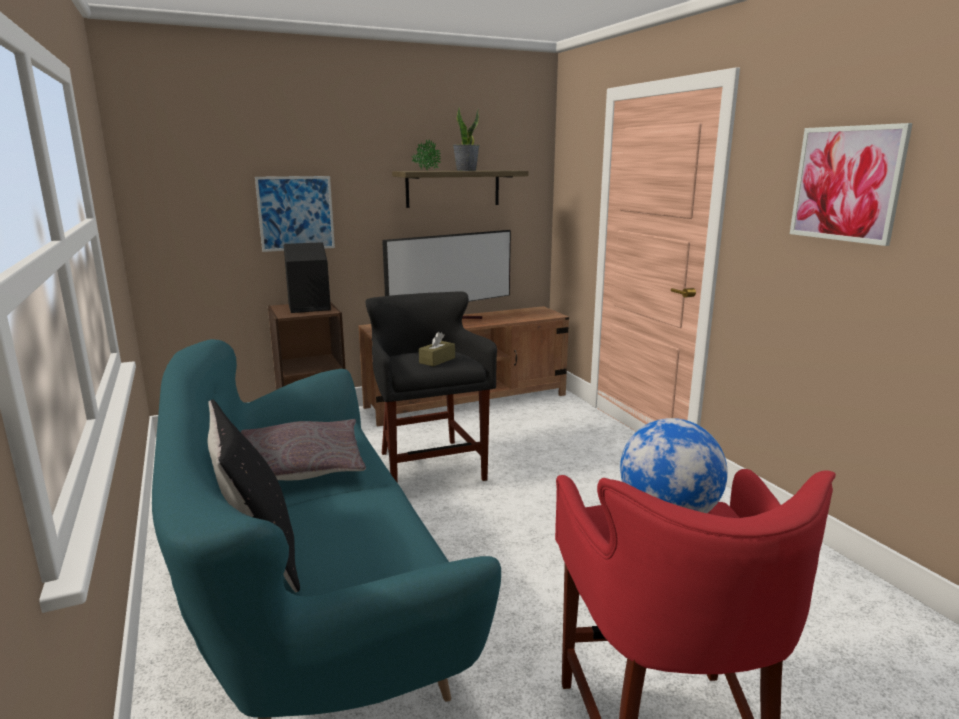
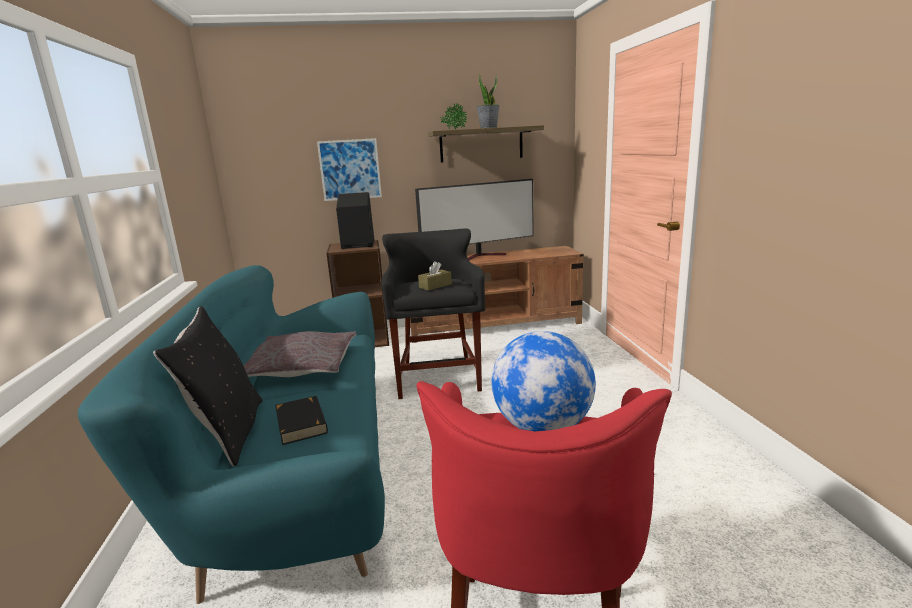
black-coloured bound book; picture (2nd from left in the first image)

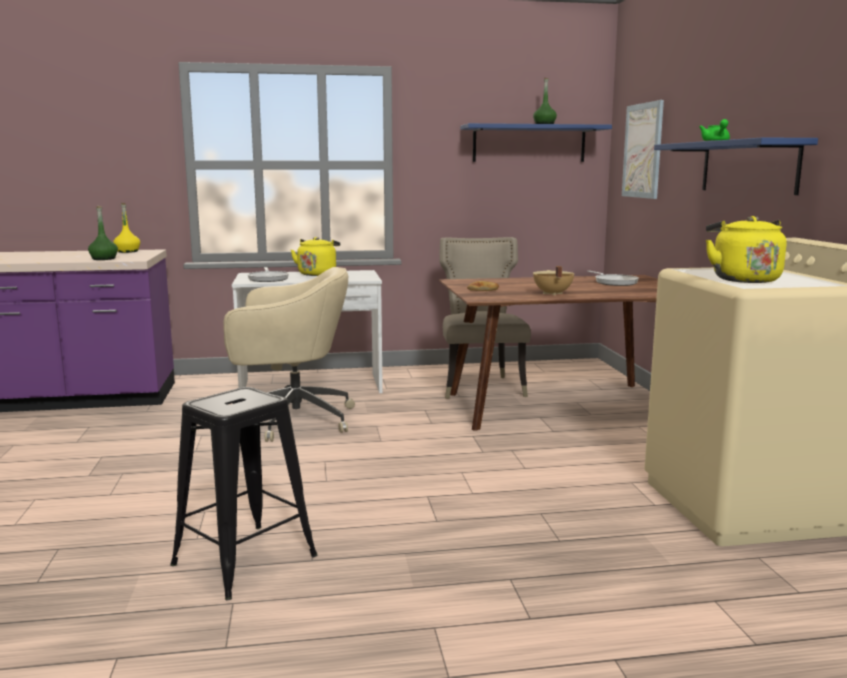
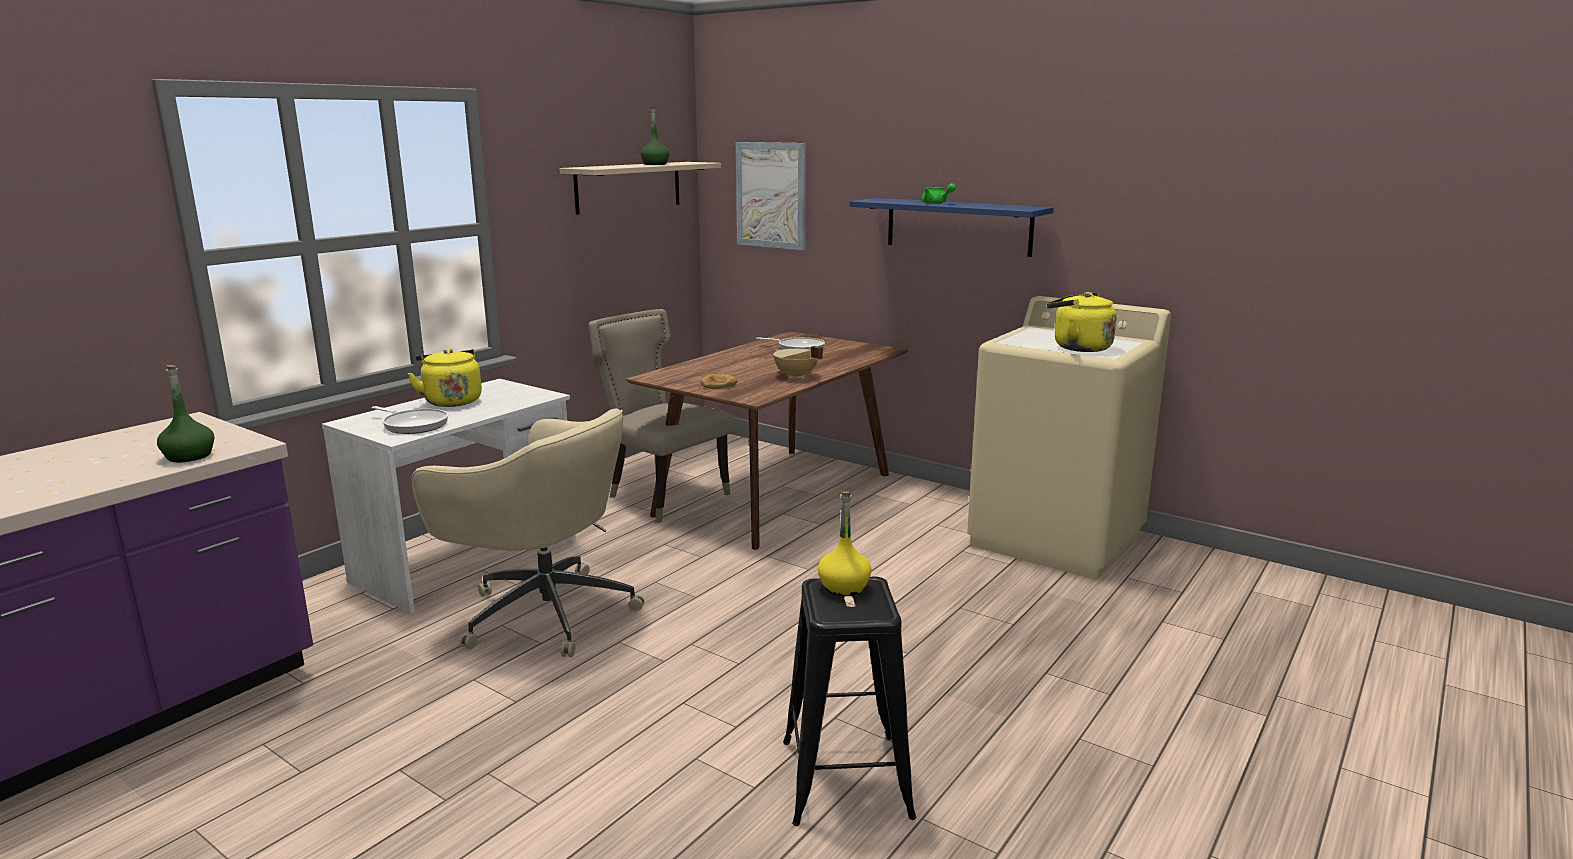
beige office chair; beige wall shelf; yellow-coloured beverage bottle

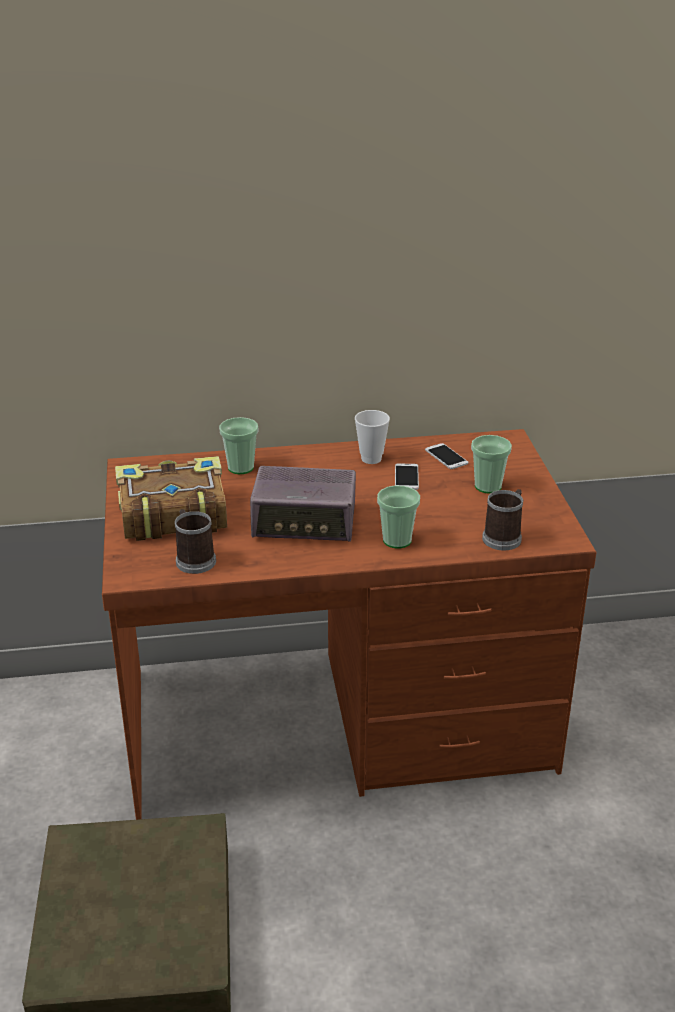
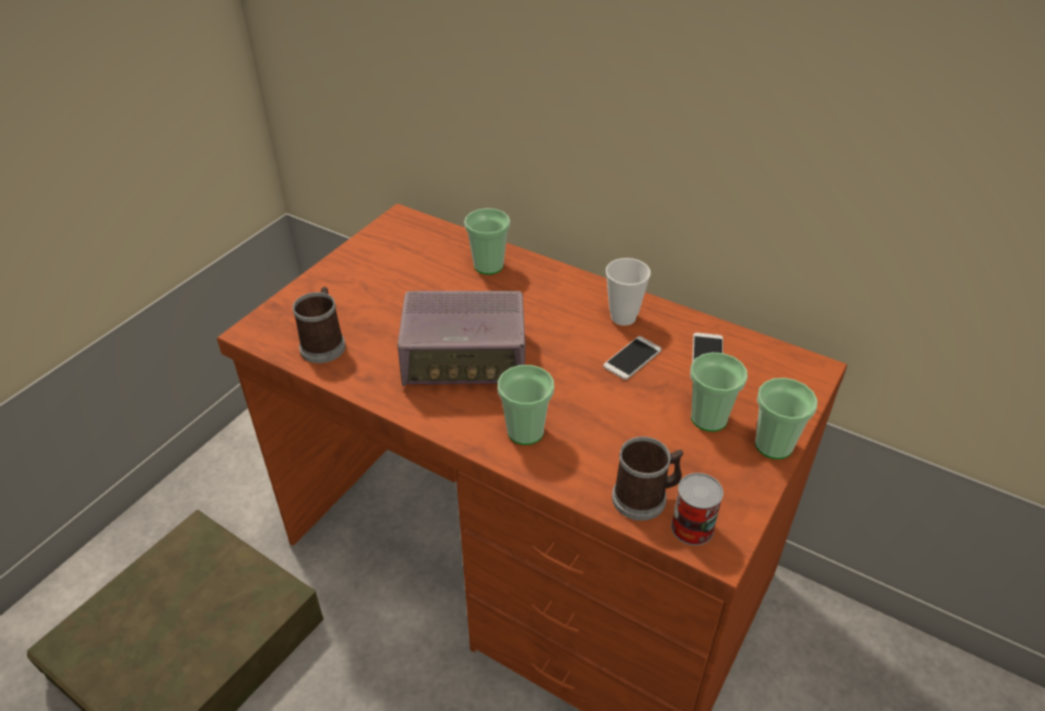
radio receiver; metal can; cup (5th from left); bound book

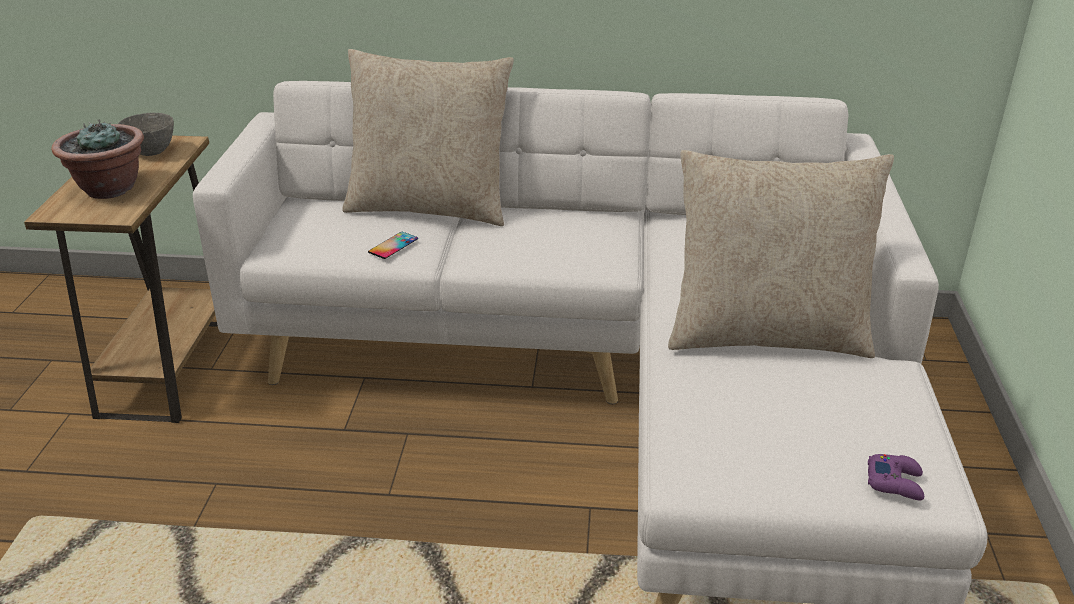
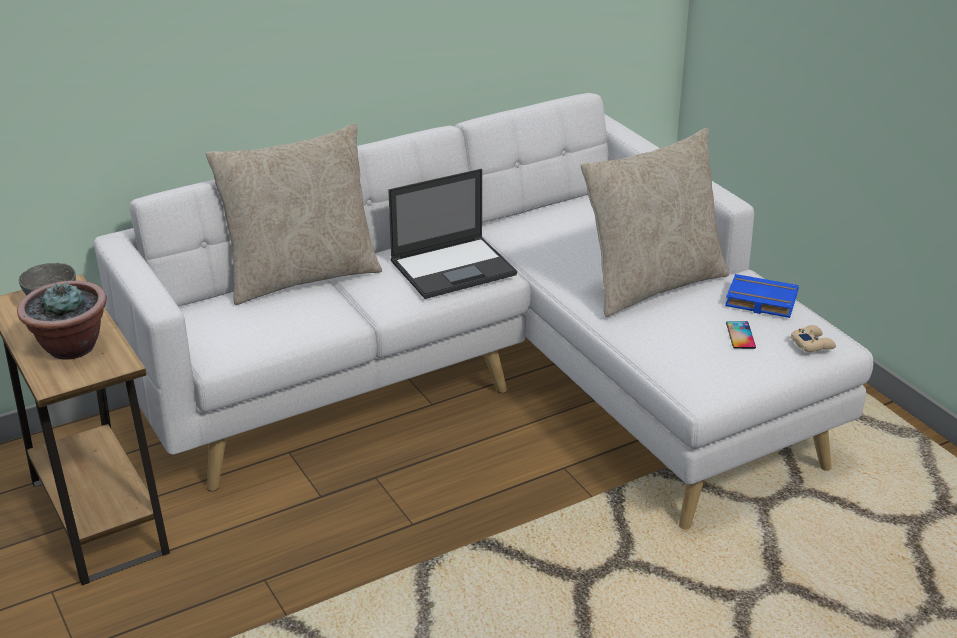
laptop; blue-coloured bound book; telephone; beige game controller

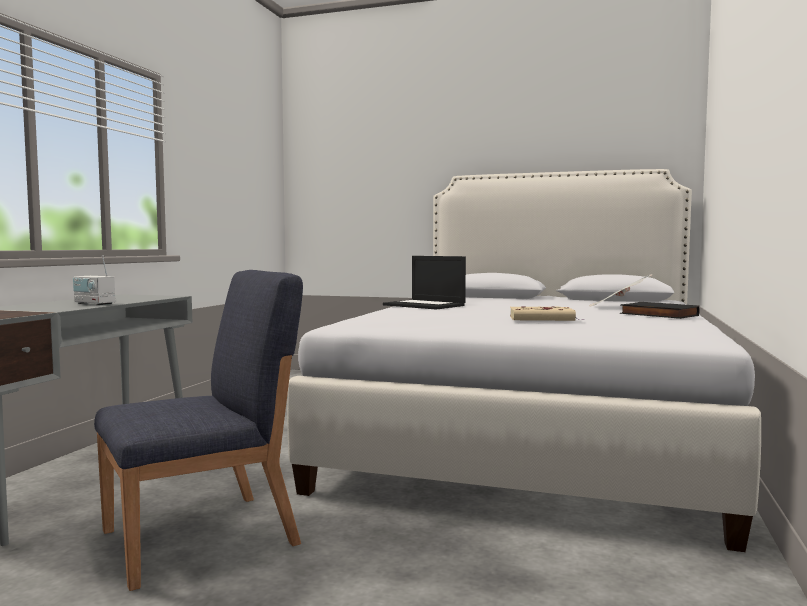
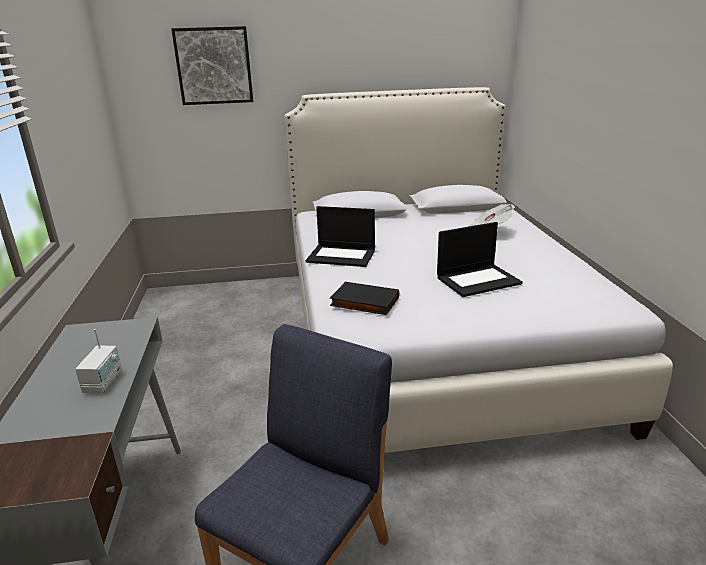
radio receiver; picture; black-coloured bound book; laptop (2nd from left)

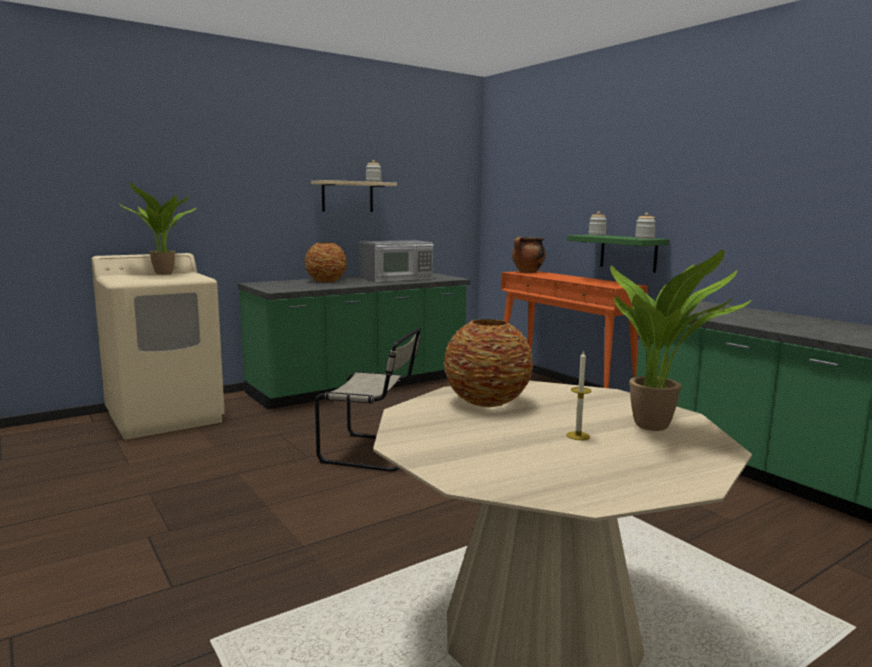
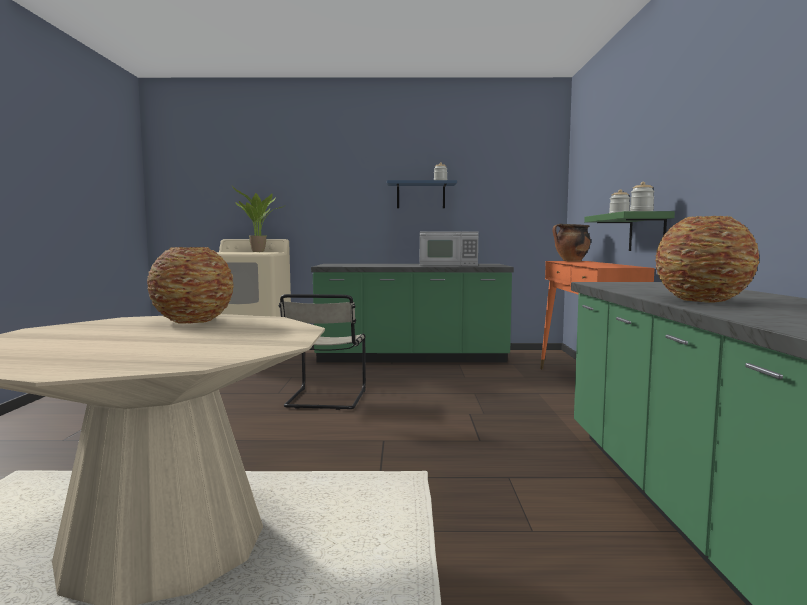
beige upright chair; blue-coloured wall shelf; flower vase (2nd from left); wax light; houseplant (2nd from left in the first image)

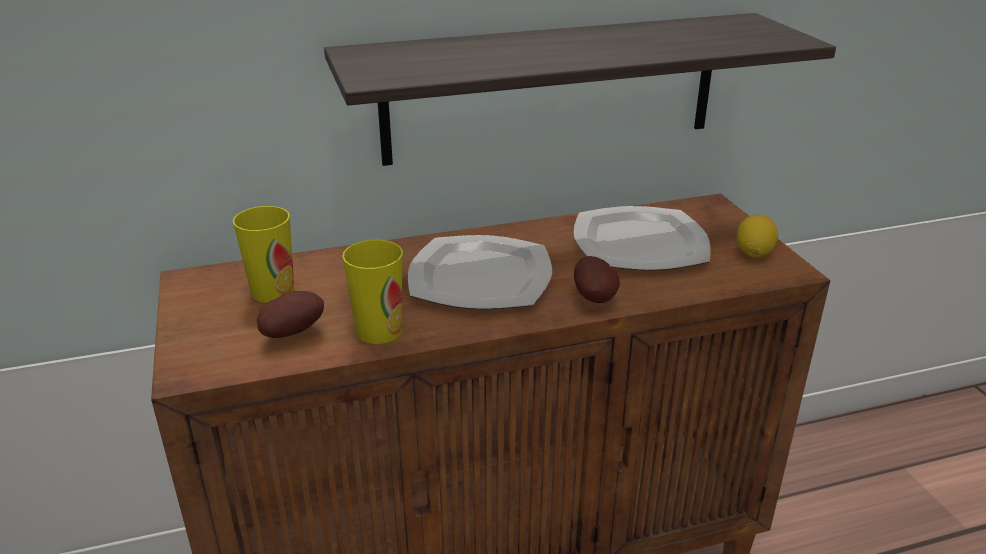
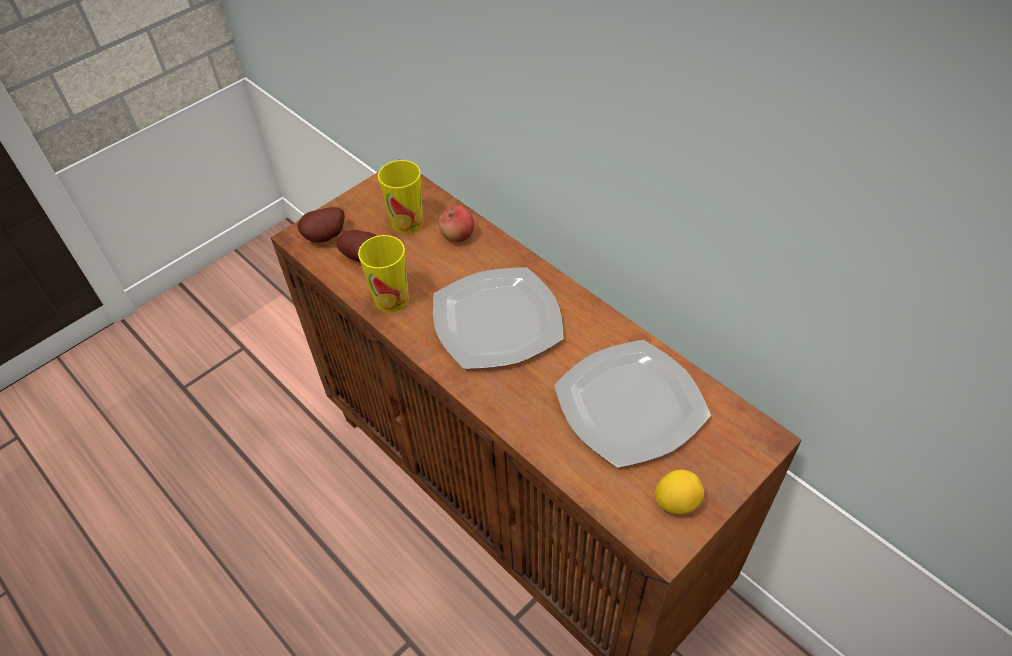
whole potato (1st from left); apple; wall shelf

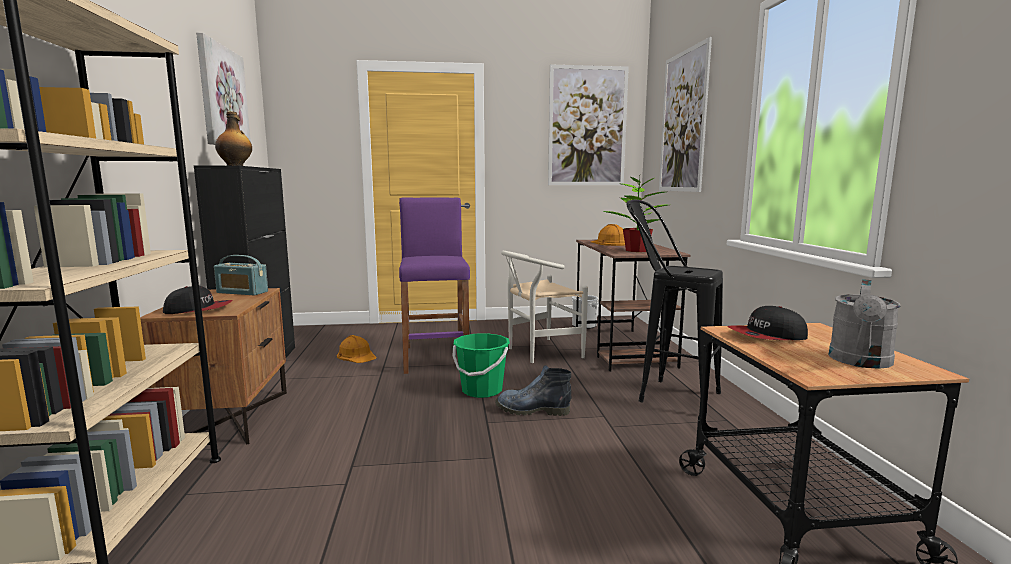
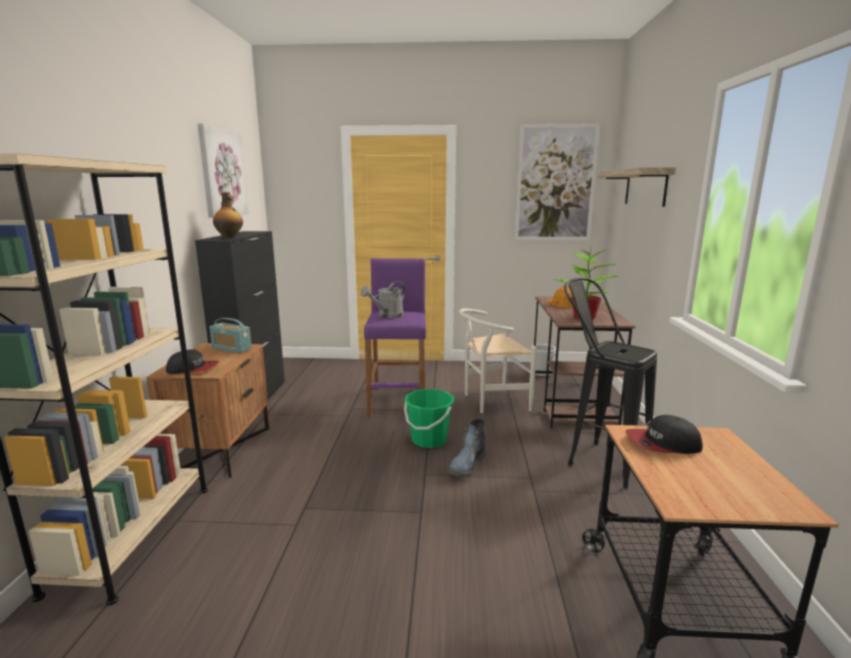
gray watering can; tall boot; wall shelf; orange-coloured work helmet (1st from left in the first image)

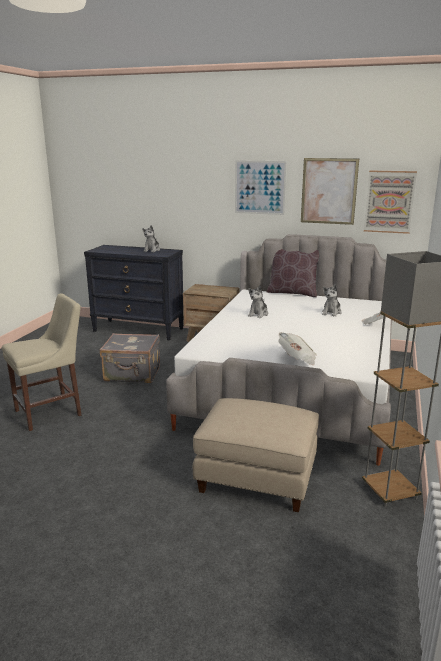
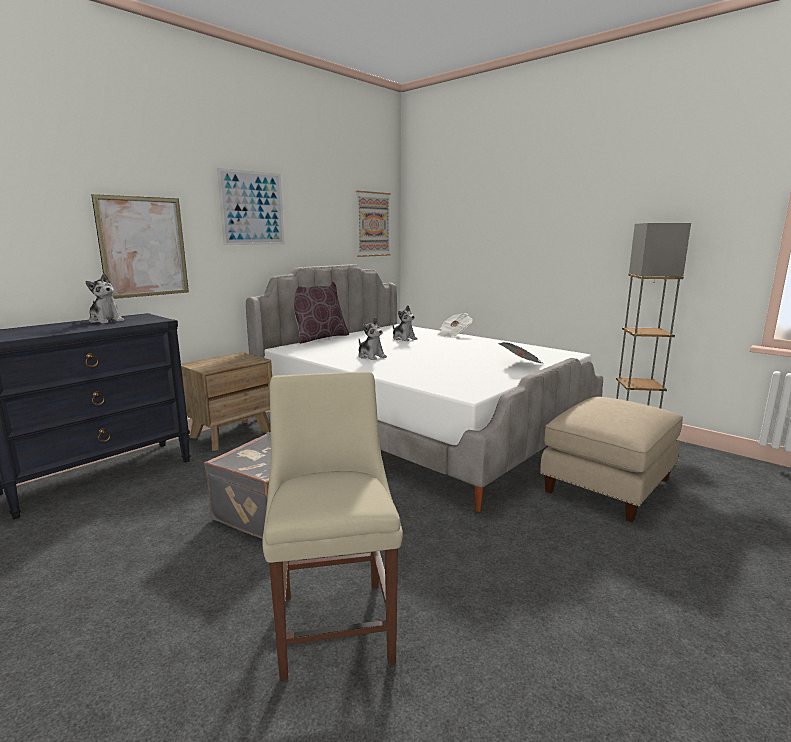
picture (1st from left)

